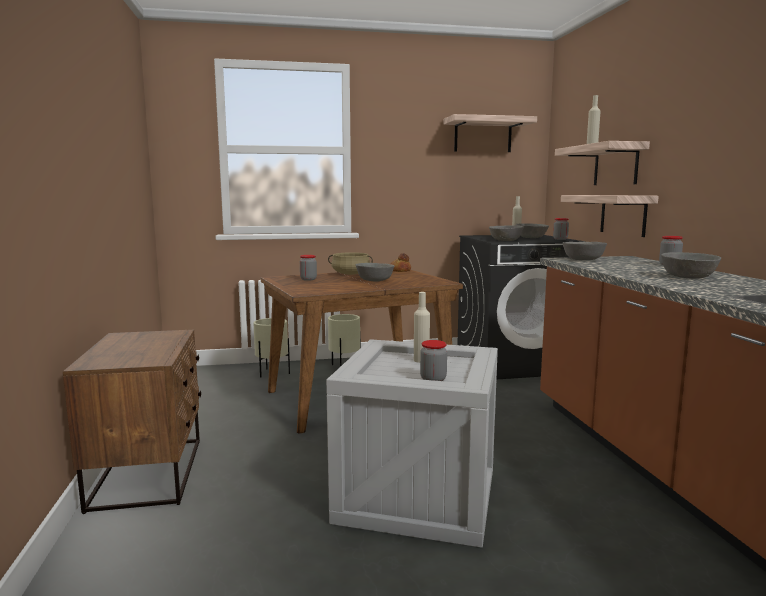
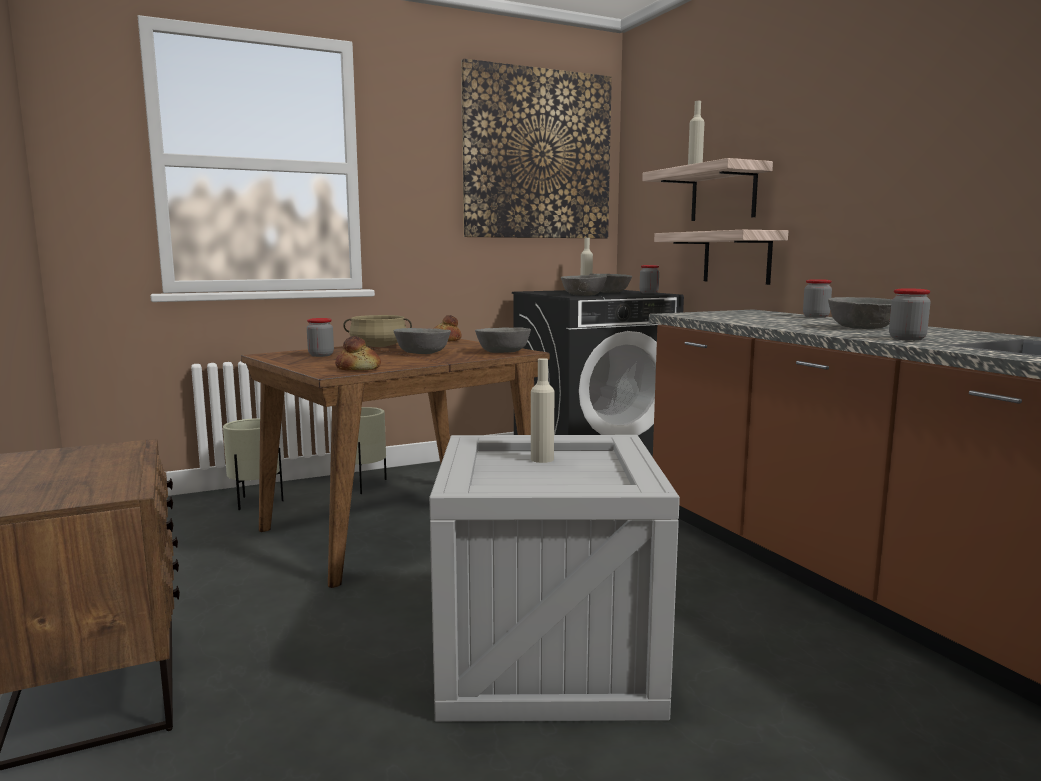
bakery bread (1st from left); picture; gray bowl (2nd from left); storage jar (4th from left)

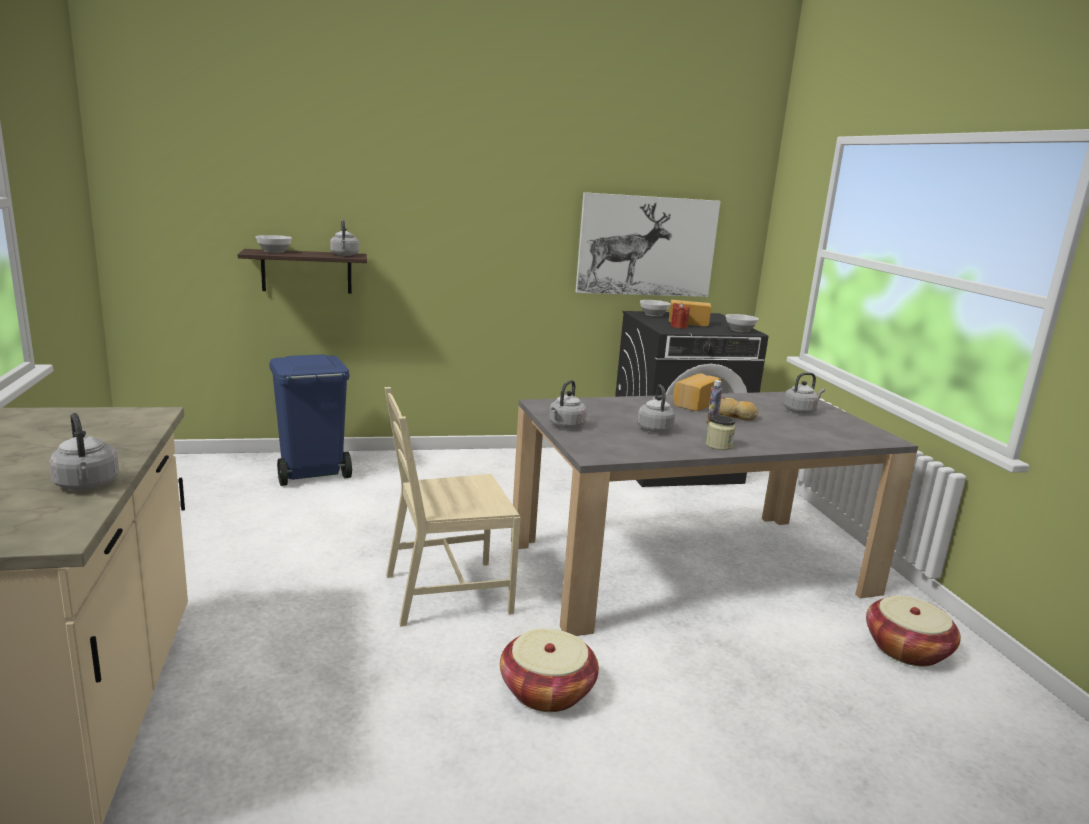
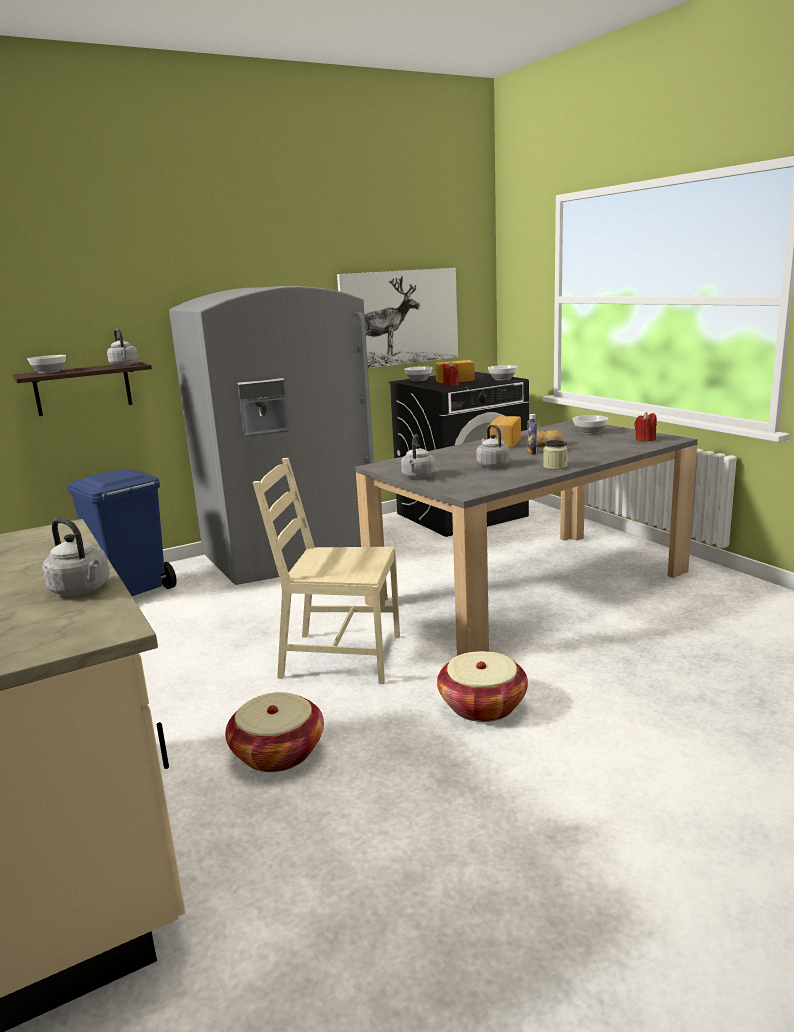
gray fridge; basket (1st from left); beige upright chair; bowl (4th from left); reddish wax light (2nd from left)

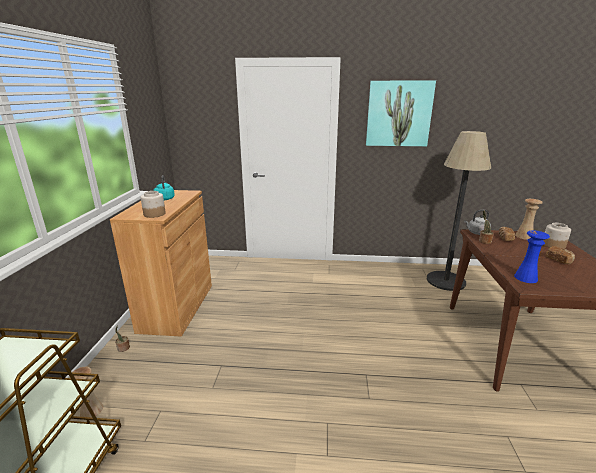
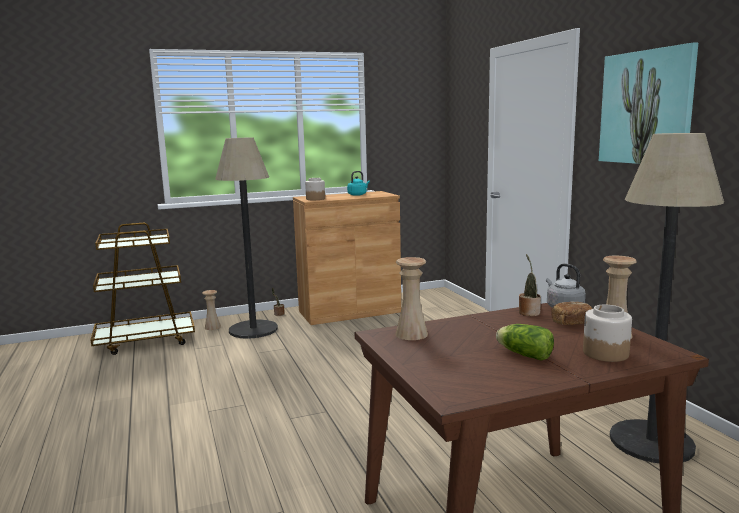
floor lamp (1st from left); beige flower vase (2nd from left); lettuce head

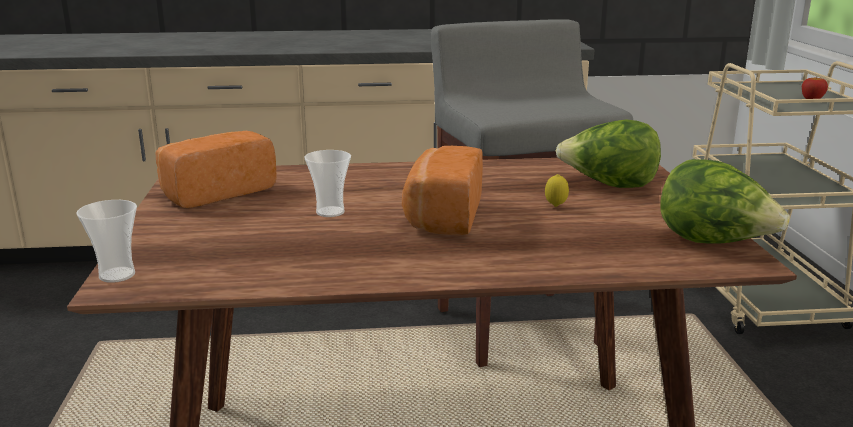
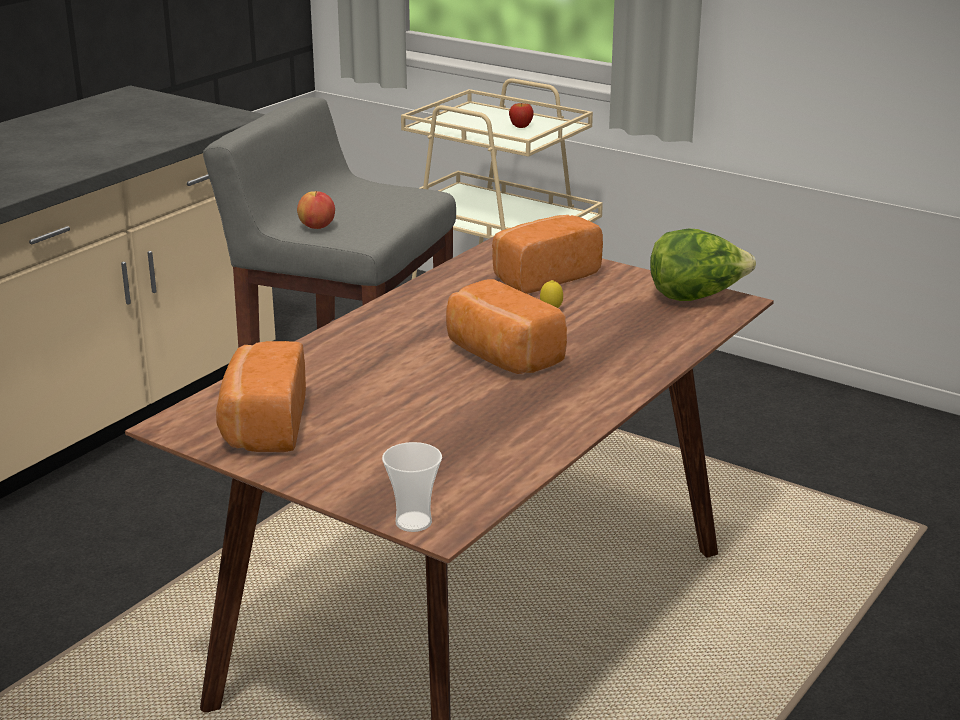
apple (1st from left); bakery bread (3rd from left); cup (2nd from left in the first image)

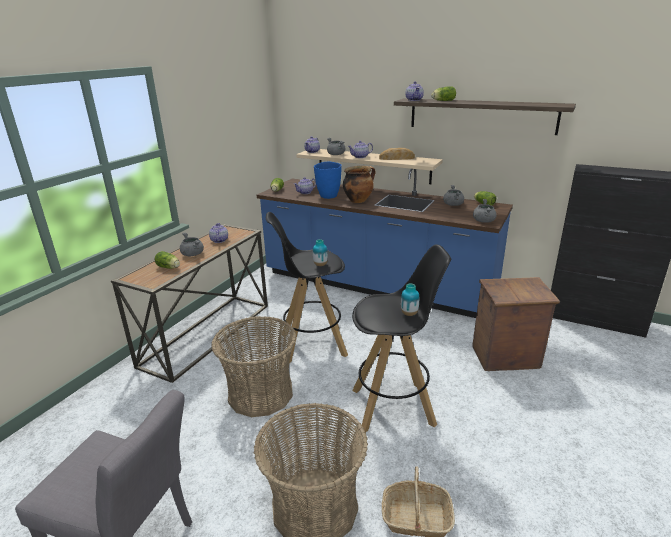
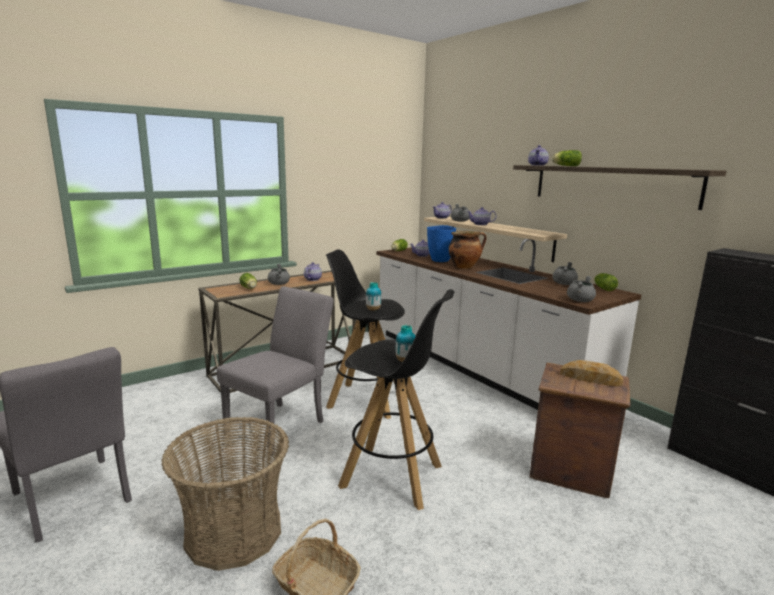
gray upright chair (2nd from left); white kitchen base unit; bakery bread

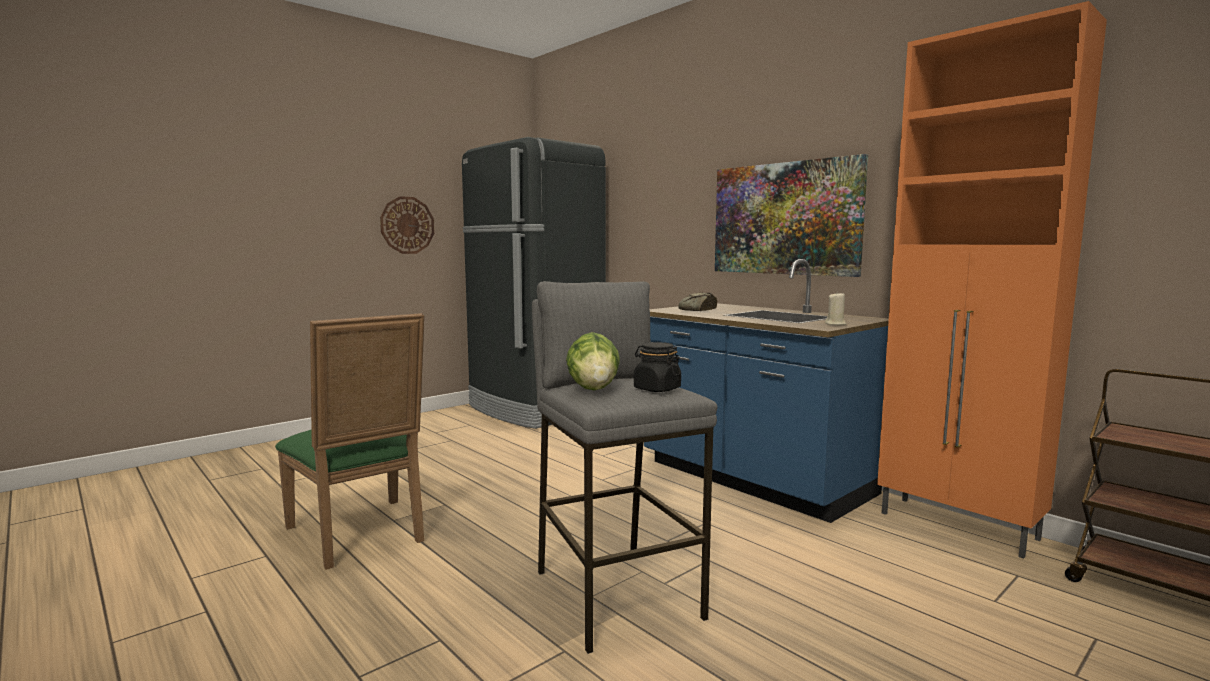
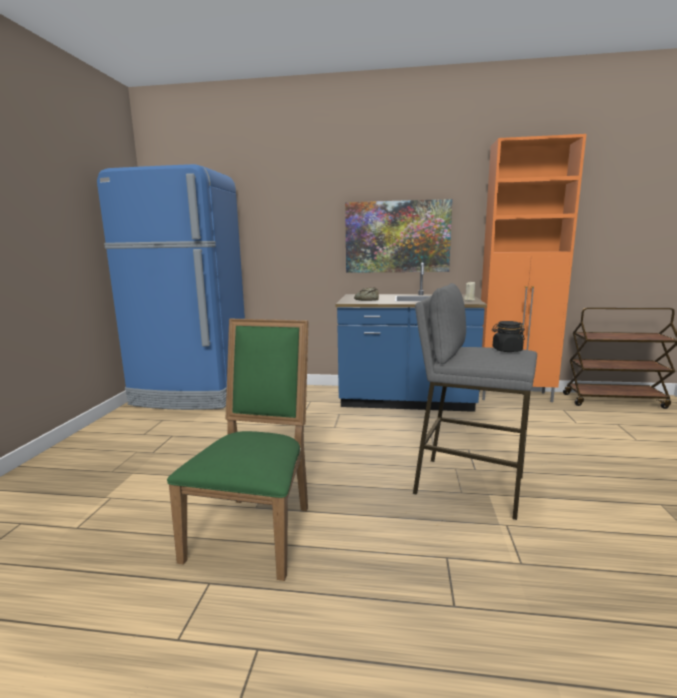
blue-coloured fridge; green-coloured upright chair; hanging clock; lettuce head

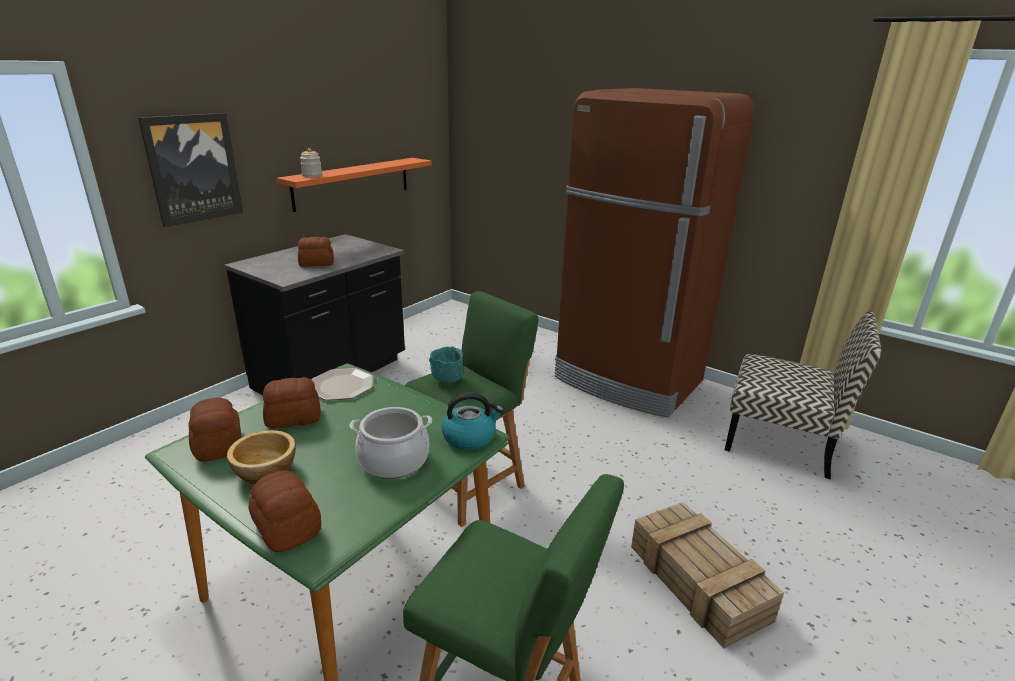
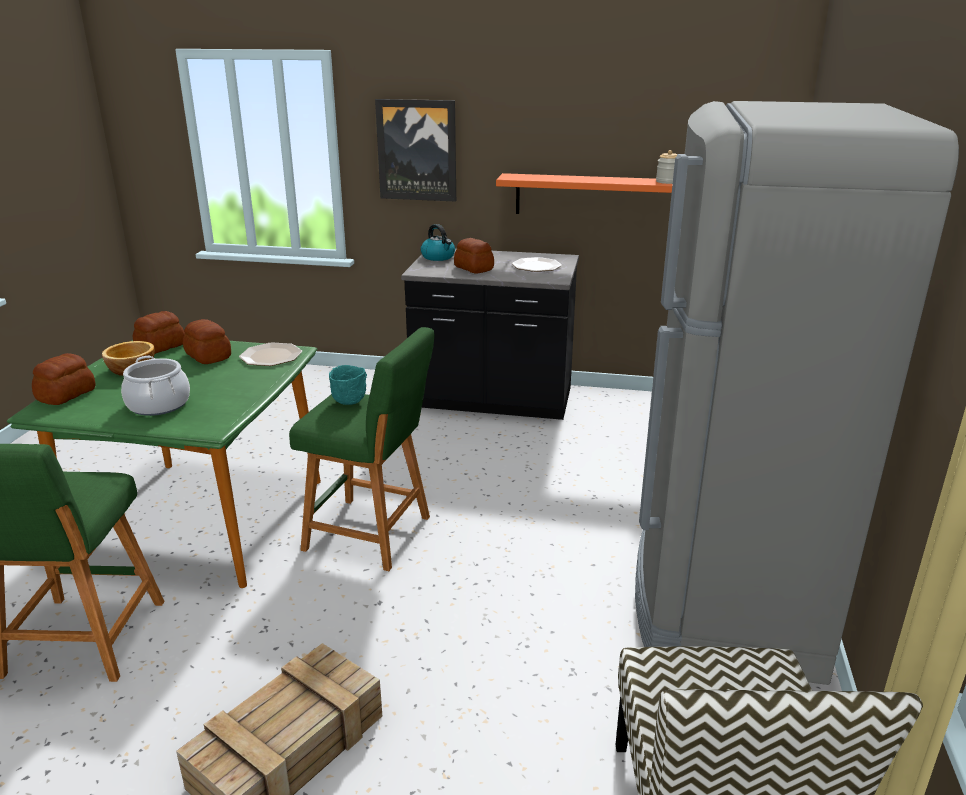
kettle; dinner plate (2nd from left); gray fridge; storage jar

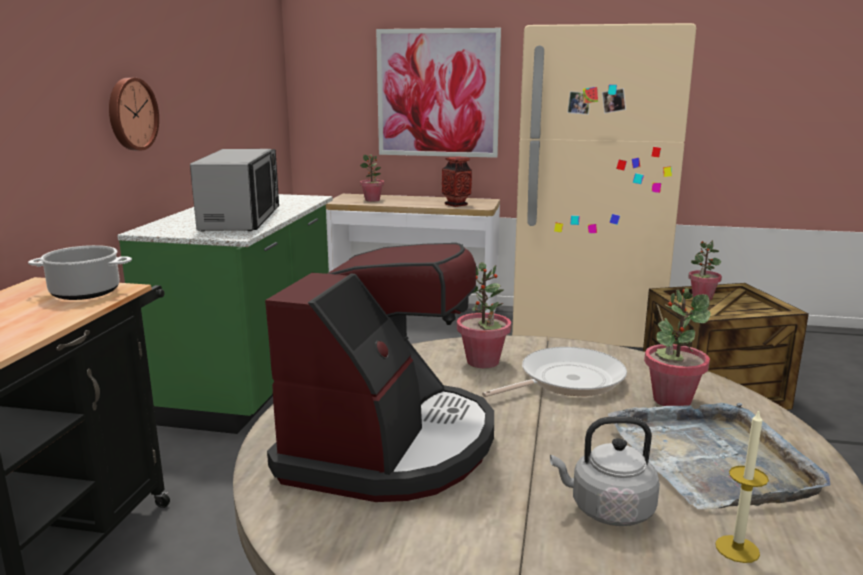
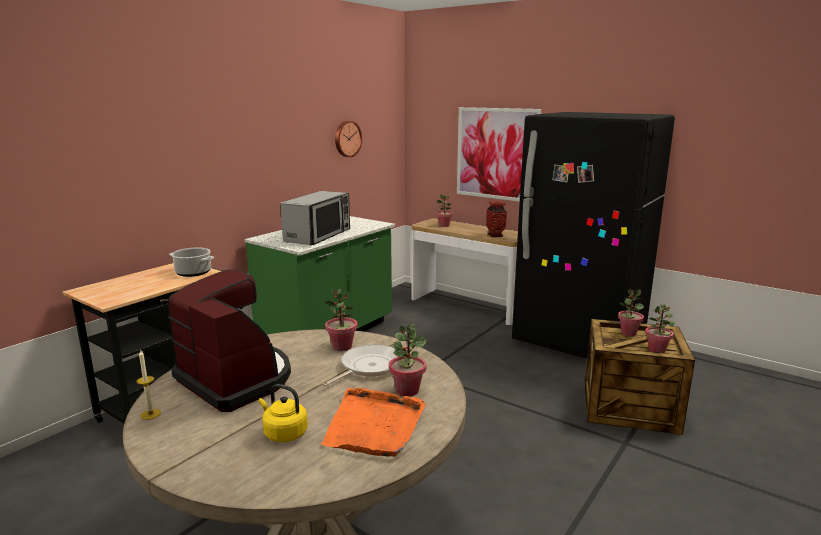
wax light; coffee brewer; yellow-coloured kettle; orange-coloured tray; pan; hanging clock; black-coloured fridge; houseplant (5th from left)

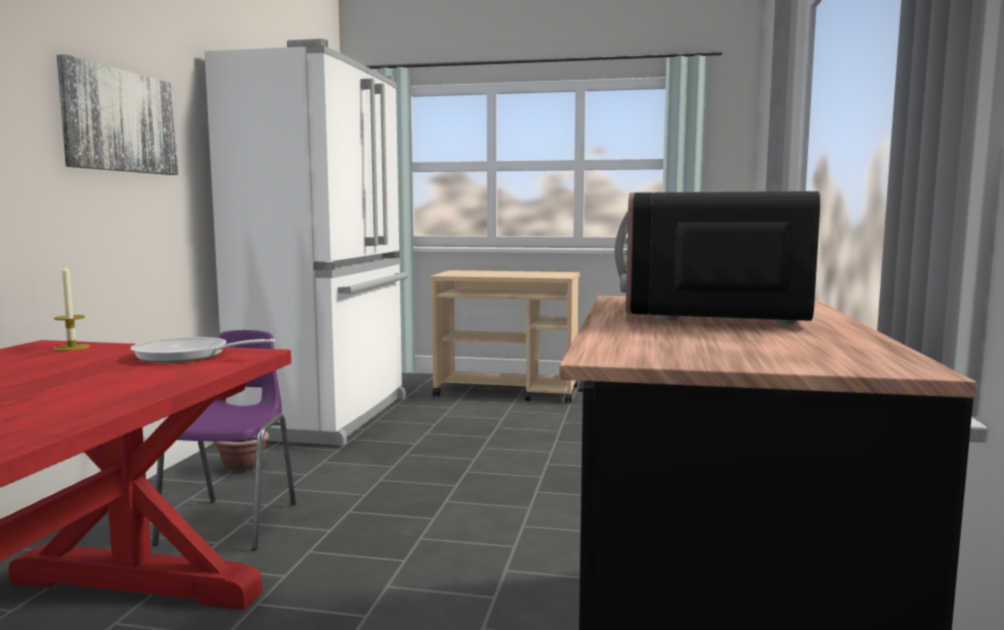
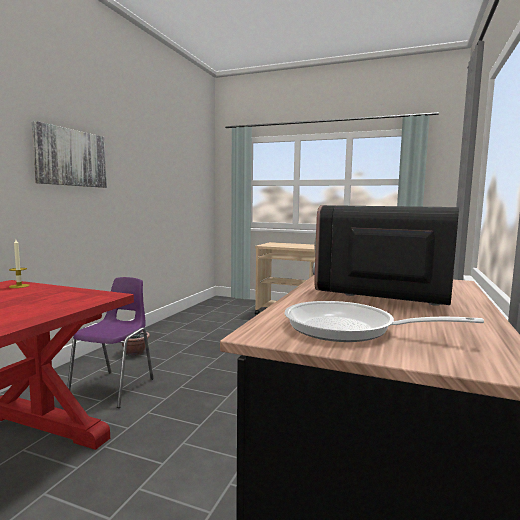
pan; white fridge

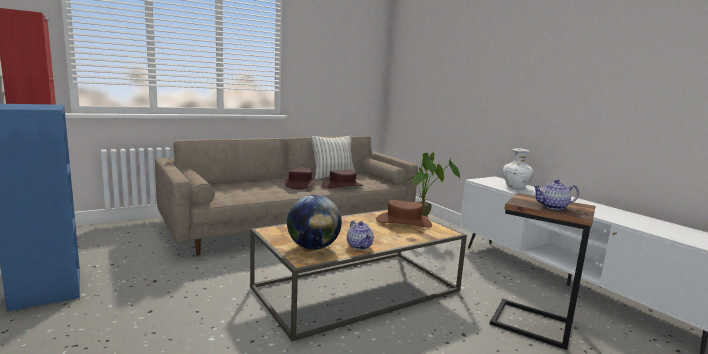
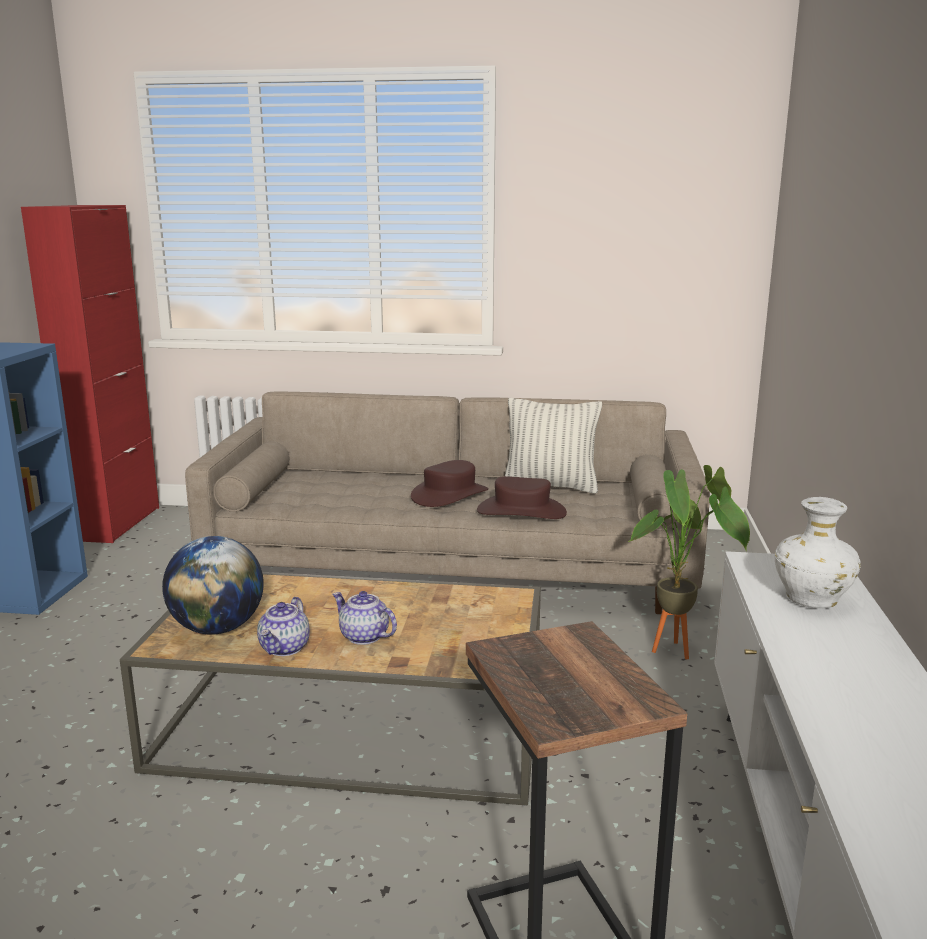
tea pot (2nd from left); brownish hat (3rd from left in the first image)

